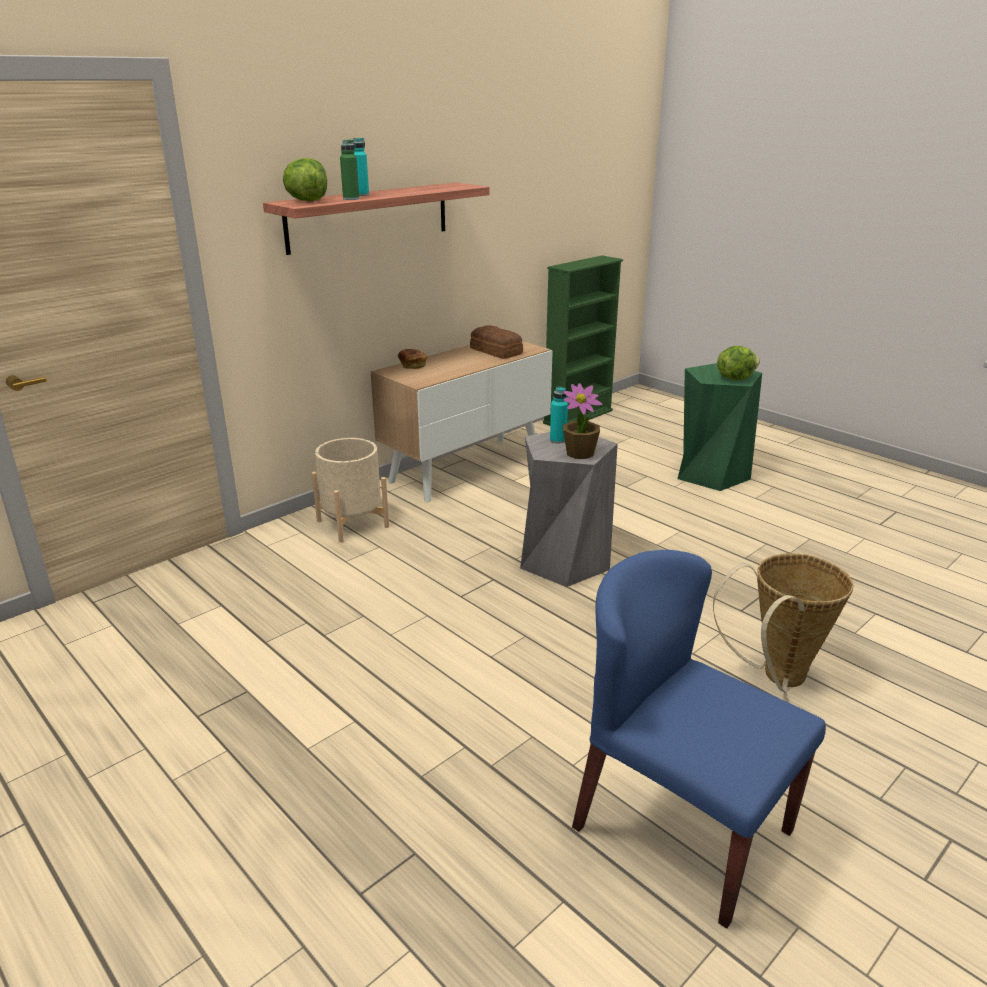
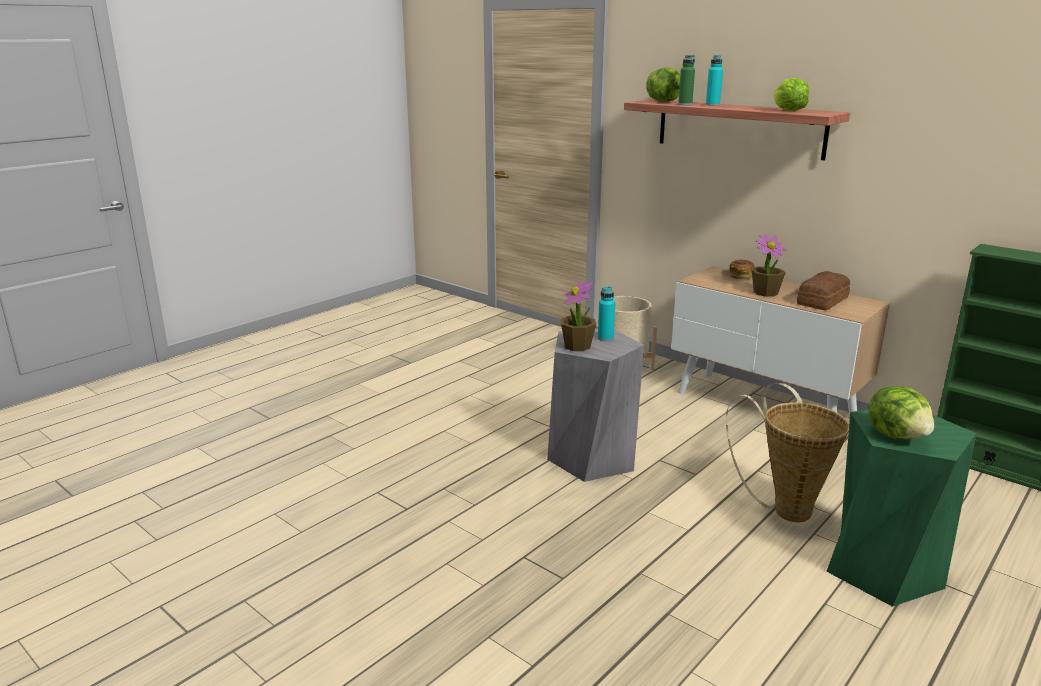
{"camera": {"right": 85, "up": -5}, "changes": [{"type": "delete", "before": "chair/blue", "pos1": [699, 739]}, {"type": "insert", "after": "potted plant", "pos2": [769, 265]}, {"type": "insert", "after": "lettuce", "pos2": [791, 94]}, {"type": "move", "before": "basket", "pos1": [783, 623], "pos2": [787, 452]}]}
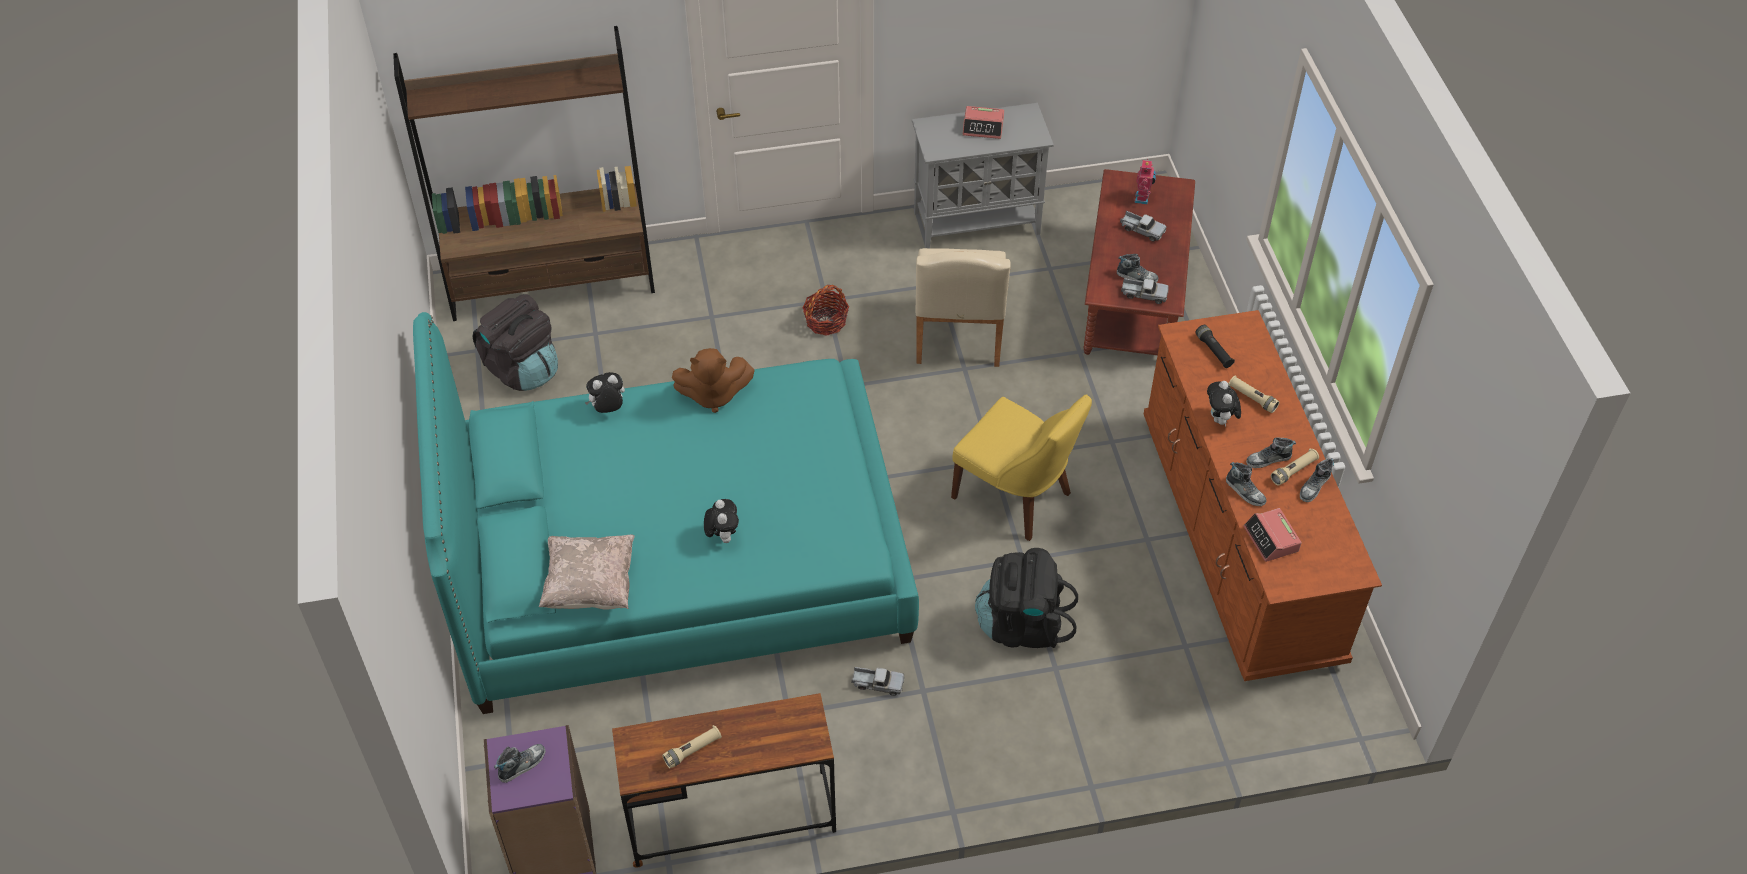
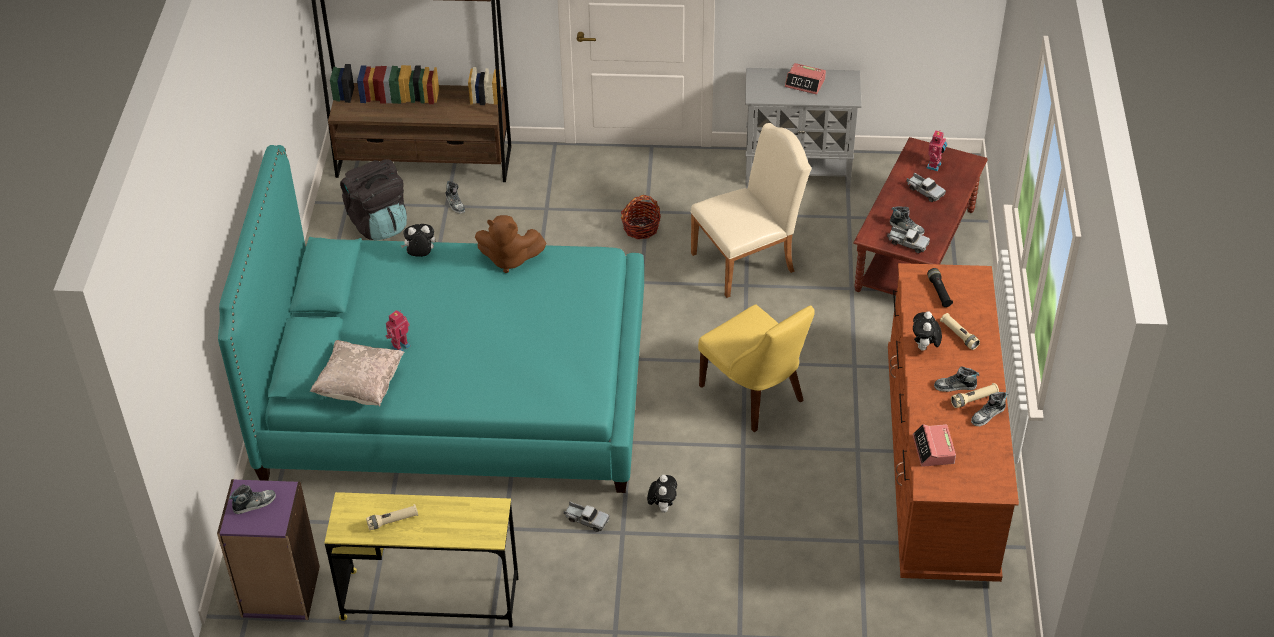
{"camera": {"right": 15, "up": -5}, "changes": [{"type": "delete", "before": "backpack/black", "pos1": [1026, 598]}, {"type": "insert", "after": "toy robot", "pos2": [397, 330]}, {"type": "move", "before": "plush toy", "pos1": [721, 521], "pos2": [662, 494]}, {"type": "move", "before": "shoe", "pos1": [1246, 484], "pos2": [455, 197]}, {"type": "recolor", "before": "desk/brown", "after": "desk/yellow", "pos1": [724, 780], "pos2": [421, 559]}, {"type": "rotate", "before": "chair/beige", "pos1": [963, 307], "pos2": [751, 210], "turn": -135}]}
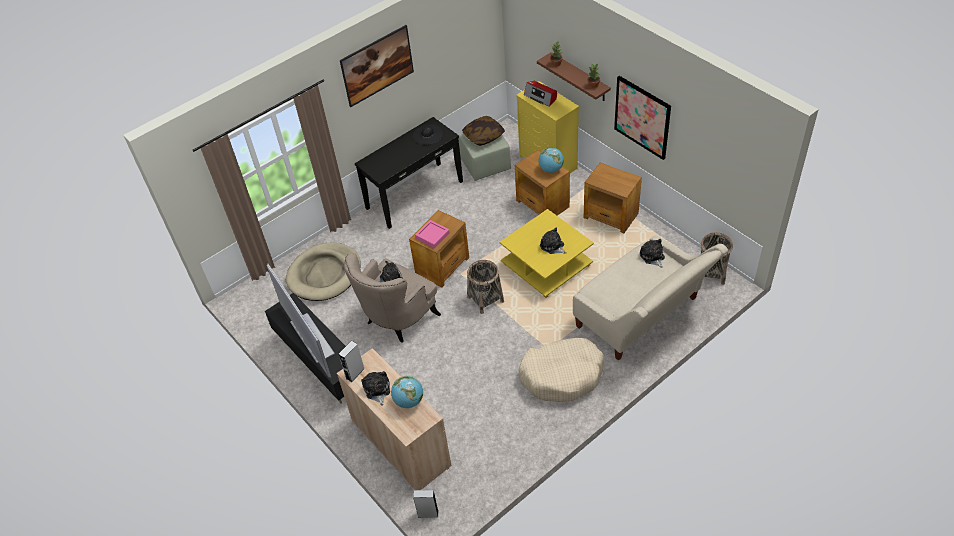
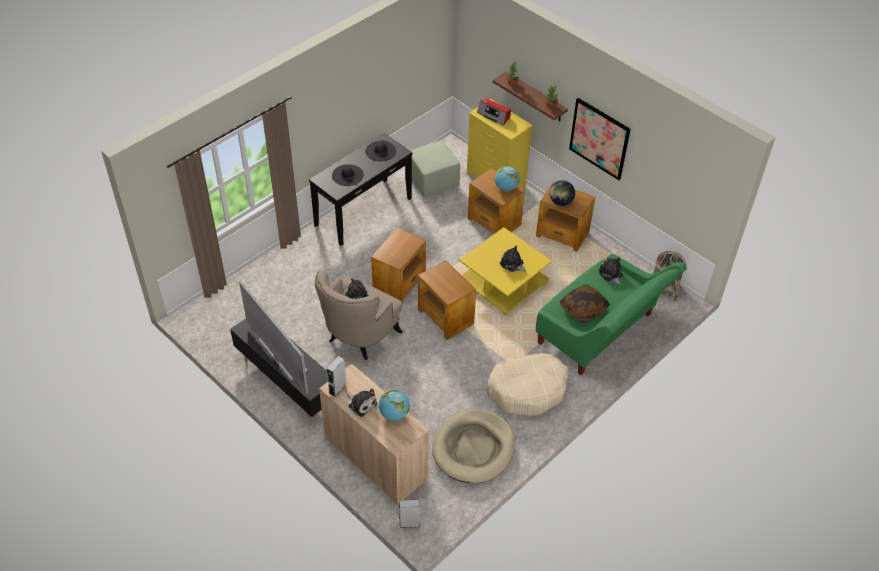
{"camera": {"right": -10, "up": 0}, "changes": [{"type": "delete", "before": "picture", "pos1": [377, 66]}, {"type": "delete", "before": "tray/pink", "pos1": [432, 234]}, {"type": "insert", "after": "hat/black", "pos2": [348, 175]}, {"type": "insert", "after": "globe", "pos2": [562, 193]}, {"type": "move", "before": "dog bed/beige", "pos1": [323, 272], "pos2": [473, 446]}, {"type": "move", "before": "pillow", "pos1": [483, 131], "pos2": [585, 303]}, {"type": "replace", "before": "basket", "after": "side table/brown", "pos1": [485, 287], "pos2": [447, 300]}, {"type": "recolor", "before": "sofa/beige", "after": "sofa/green", "pos1": [650, 298], "pos2": [611, 314]}, {"type": "rotate", "before": "plush toy", "pos1": [375, 388], "pos2": [362, 403], "turn": 150}]}
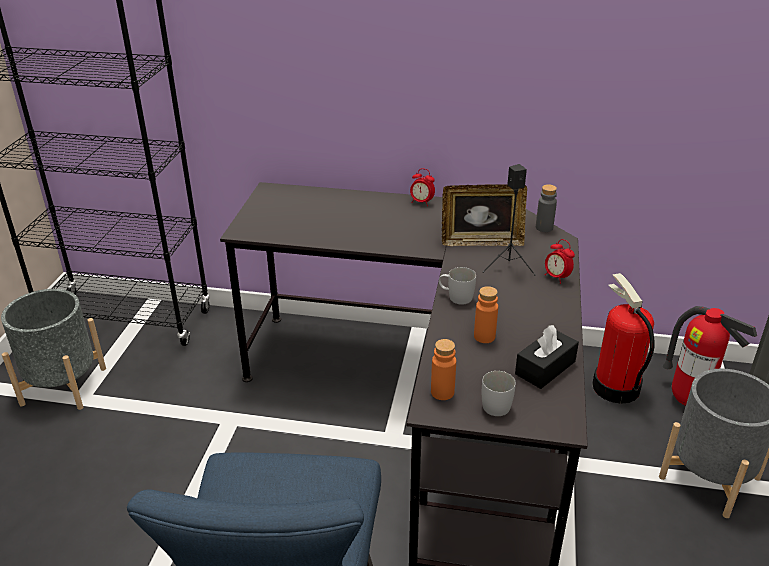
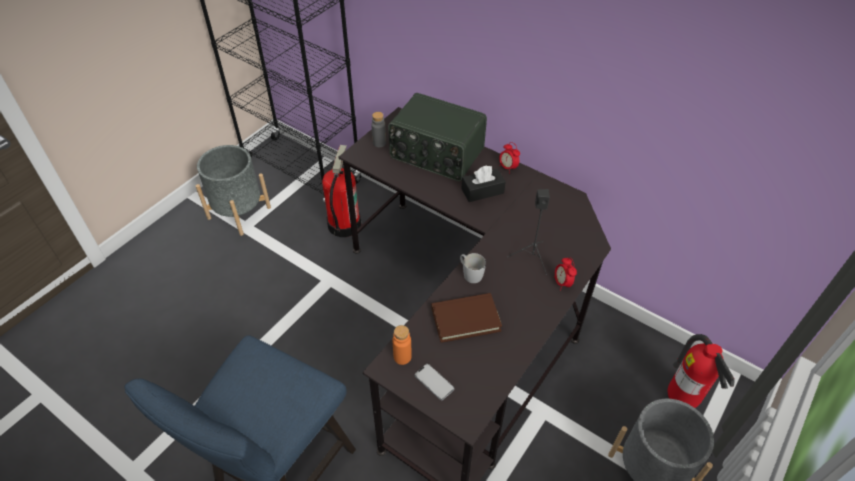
{"camera": {"right": 25, "up": 15}, "changes": [{"type": "delete", "before": "picture frame", "pos1": [484, 215]}, {"type": "insert", "after": "radio", "pos2": [437, 137]}, {"type": "move", "before": "tissue box/black", "pos1": [547, 357], "pos2": [484, 184]}, {"type": "move", "before": "bottle/grey", "pos1": [546, 208], "pos2": [378, 129]}, {"type": "move", "before": "fire extinguisher", "pos1": [623, 338], "pos2": [341, 191]}, {"type": "replace", "before": "bottle/orange", "after": "book/brown", "pos1": [486, 314], "pos2": [466, 318]}, {"type": "replace", "before": "mug/white", "after": "phone", "pos1": [499, 393], "pos2": [434, 382]}]}
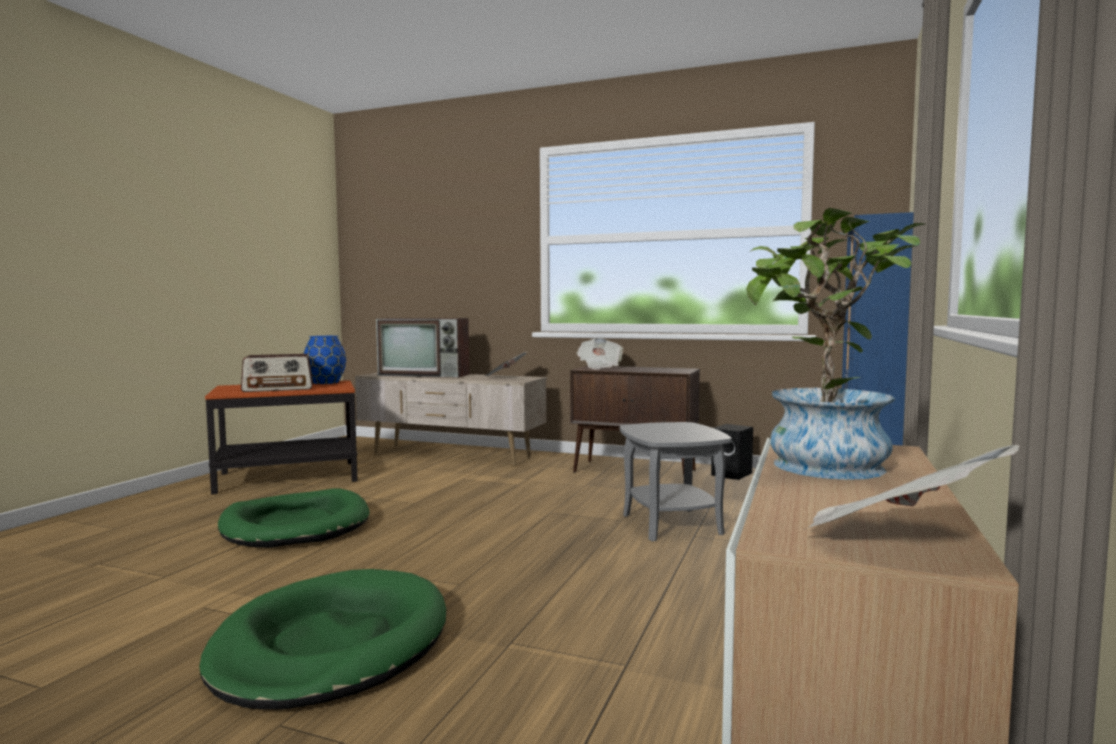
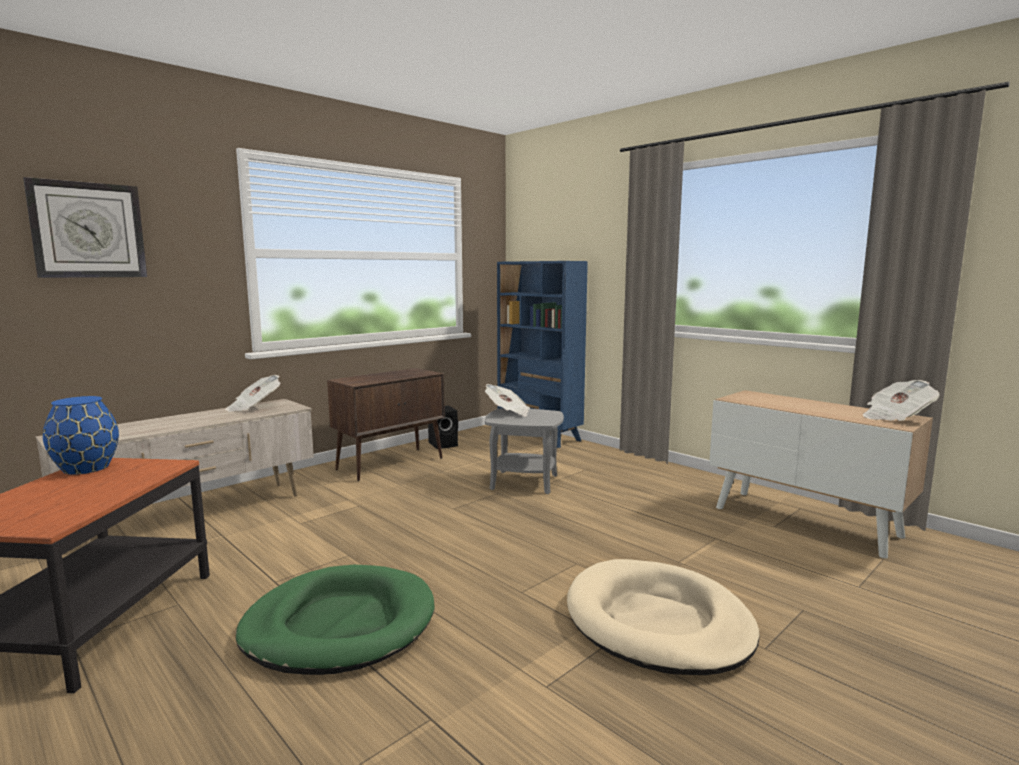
{"camera": {"right": -65, "up": 5}, "changes": [{"type": "delete", "before": "radio", "pos1": [277, 373]}, {"type": "delete", "before": "television", "pos1": [422, 348]}, {"type": "delete", "before": "potted plant", "pos1": [836, 344]}, {"type": "insert", "after": "wall clock", "pos2": [85, 227]}, {"type": "move", "before": "newspaper", "pos1": [599, 353], "pos2": [507, 400]}, {"type": "recolor", "before": "dog bed/green", "after": "dog bed/beige", "pos1": [322, 639], "pos2": [663, 617]}]}
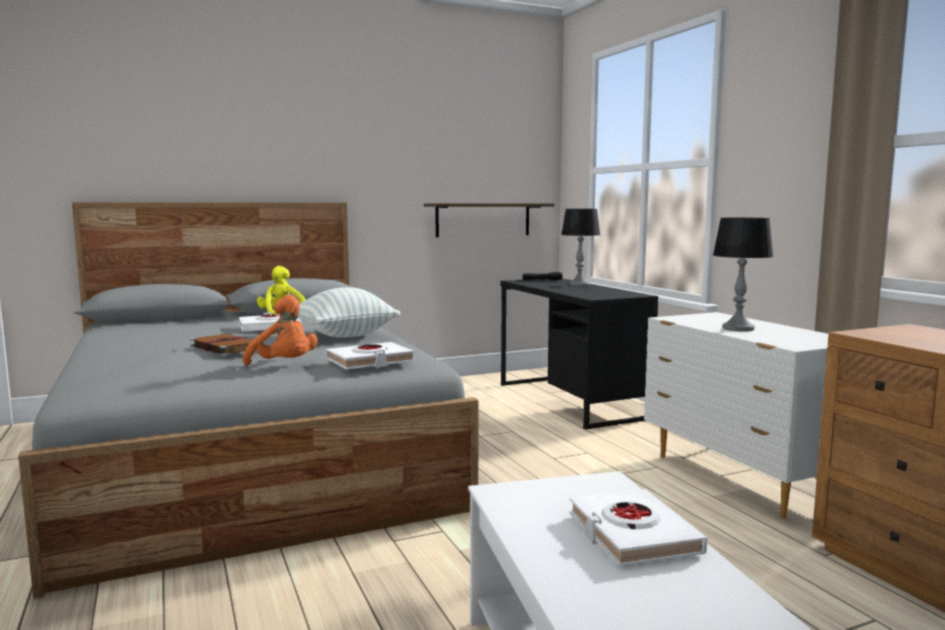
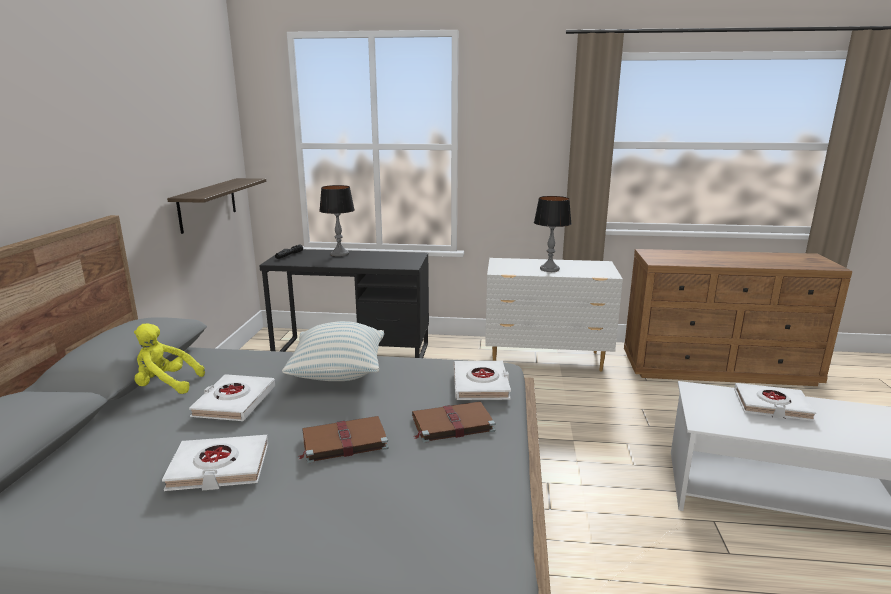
{"camera": {"right": -60, "up": 10}, "changes": [{"type": "insert", "after": "book/white", "pos2": [215, 463]}, {"type": "replace", "before": "plush toy/orange", "after": "book/brown", "pos1": [280, 330], "pos2": [454, 422]}]}
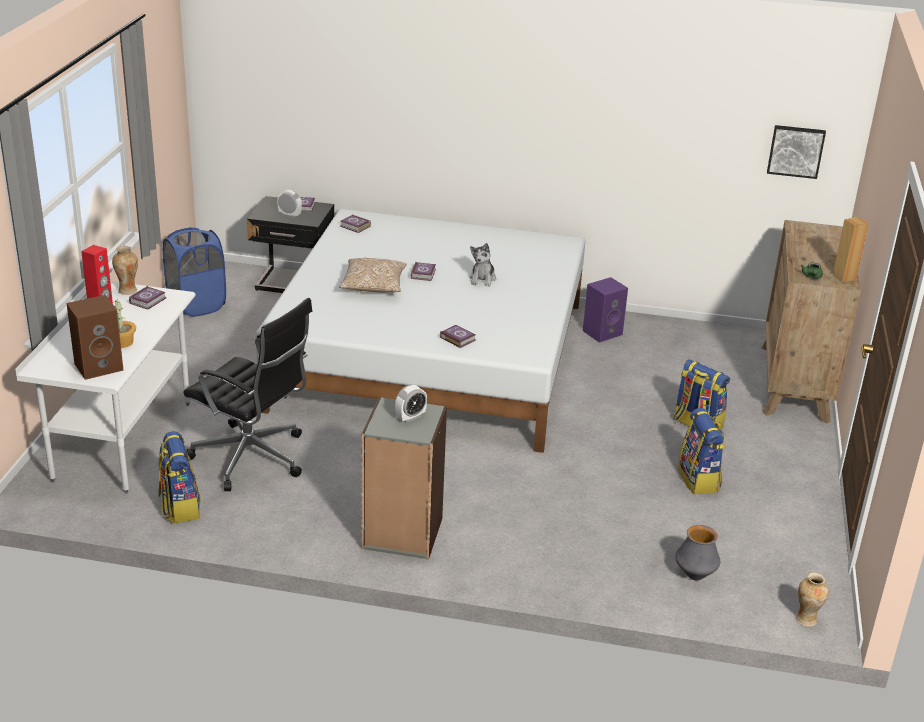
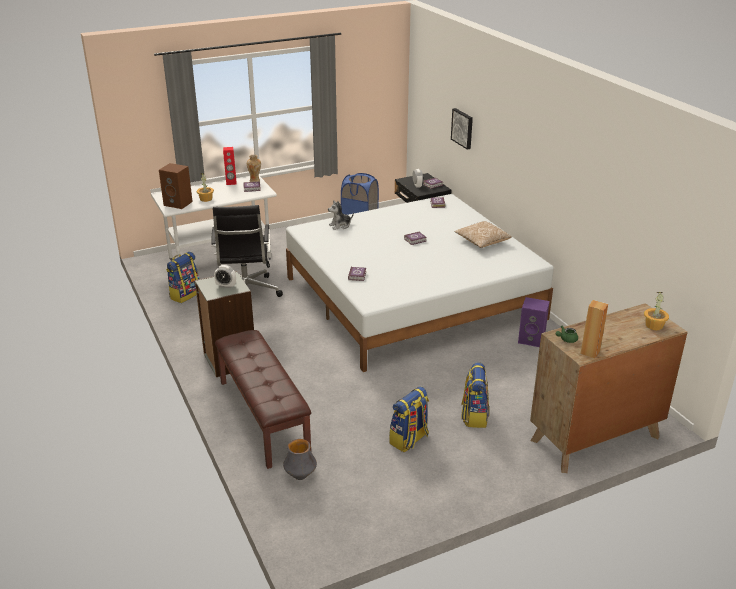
{"camera": {"right": 55, "up": 0}, "changes": [{"type": "delete", "before": "vase", "pos1": [812, 599]}, {"type": "insert", "after": "bench/brown", "pos2": [263, 399]}, {"type": "insert", "after": "potted plant", "pos2": [656, 311]}, {"type": "move", "before": "pillow", "pos1": [373, 275], "pos2": [483, 234]}, {"type": "move", "before": "plush toy", "pos1": [483, 265], "pos2": [341, 215]}, {"type": "move", "before": "picture", "pos1": [796, 152], "pos2": [462, 129]}]}
